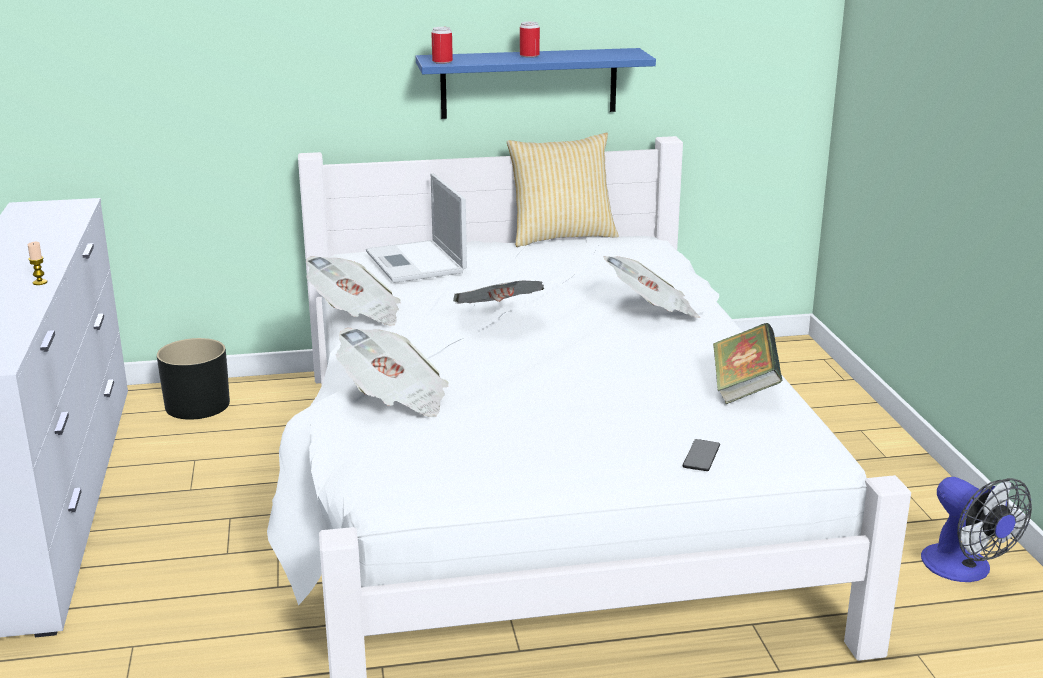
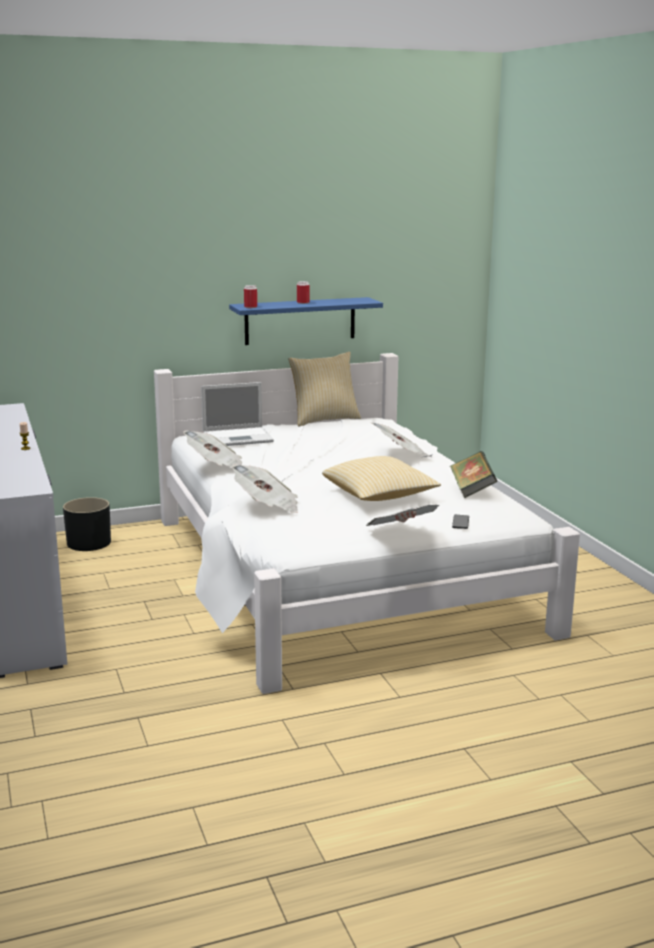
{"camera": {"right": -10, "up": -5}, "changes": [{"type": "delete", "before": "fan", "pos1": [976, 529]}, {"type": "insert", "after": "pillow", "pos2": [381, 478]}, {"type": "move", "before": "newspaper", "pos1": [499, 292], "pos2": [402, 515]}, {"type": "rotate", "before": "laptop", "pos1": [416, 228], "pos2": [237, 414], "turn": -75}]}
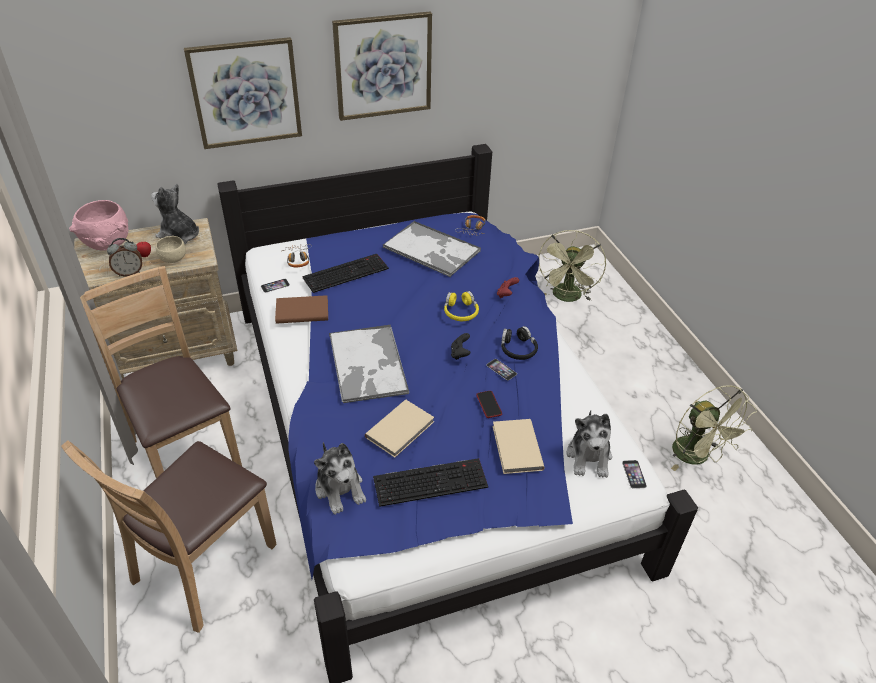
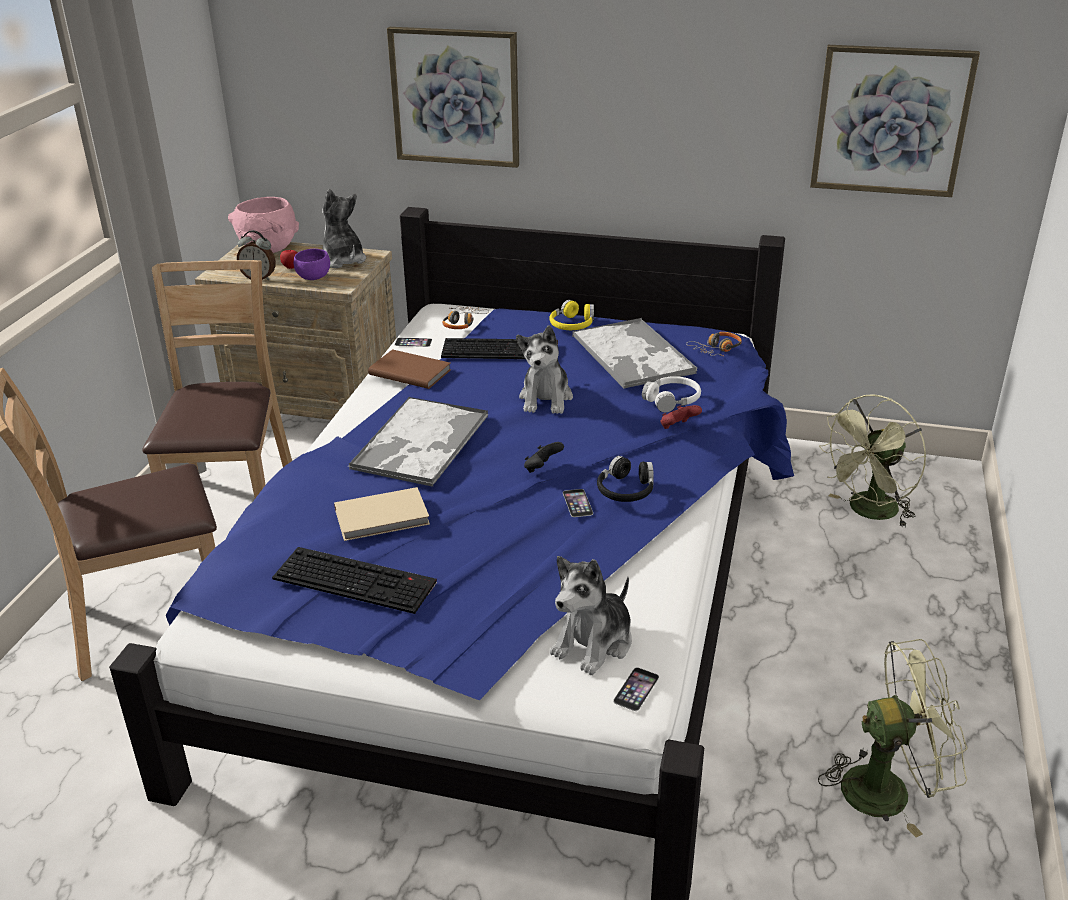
{"camera": {"right": 35, "up": -10}, "changes": [{"type": "delete", "before": "phone", "pos1": [489, 404]}, {"type": "delete", "before": "book/beige", "pos1": [519, 446]}, {"type": "insert", "after": "headphones/white", "pos2": [671, 394]}, {"type": "move", "before": "plush toy", "pos1": [340, 478], "pos2": [544, 369]}, {"type": "move", "before": "picture", "pos1": [382, 66], "pos2": [895, 121]}, {"type": "move", "before": "headphones/yellow", "pos1": [461, 306], "pos2": [572, 315]}, {"type": "recolor", "before": "bowl/beige", "after": "bowl/purple", "pos1": [170, 249], "pos2": [312, 264]}, {"type": "rotate", "before": "fan/green", "pos1": [714, 428], "pos2": [893, 738], "turn": -105}]}
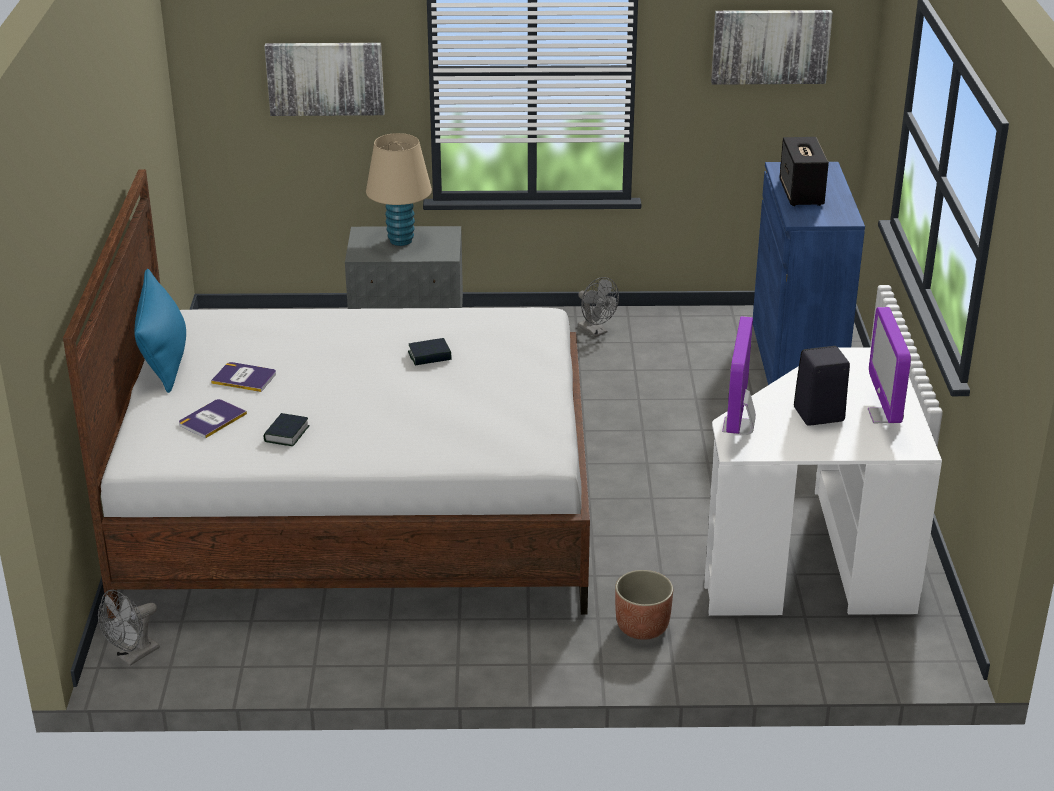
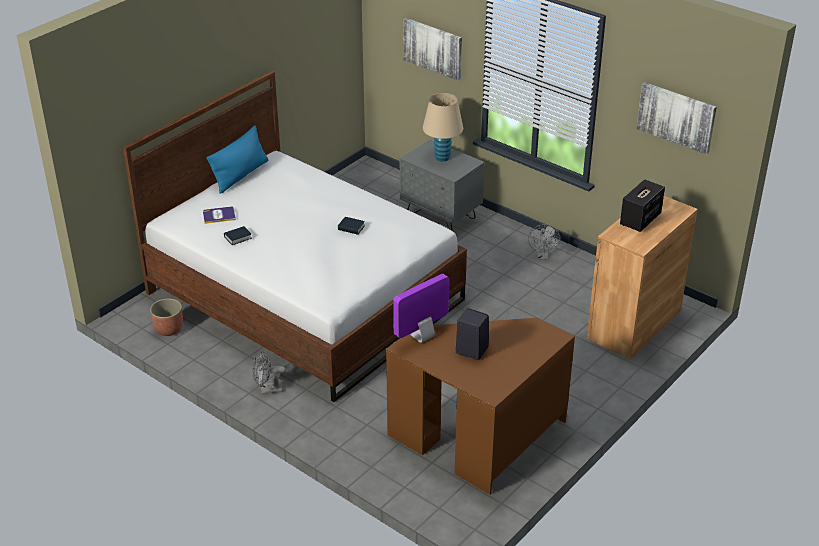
{"camera": {"right": 40, "up": 5}, "changes": [{"type": "delete", "before": "book", "pos1": [243, 377]}, {"type": "delete", "before": "monitor", "pos1": [889, 365]}, {"type": "move", "before": "fan/grey", "pos1": [129, 628], "pos2": [269, 372]}, {"type": "move", "before": "planter", "pos1": [644, 605], "pos2": [166, 317]}, {"type": "recolor", "before": "desk/white", "after": "desk/brown", "pos1": [823, 481], "pos2": [480, 406]}, {"type": "recolor", "before": "cabinet/blue", "after": "cabinet/brown", "pos1": [809, 273], "pos2": [642, 277]}]}
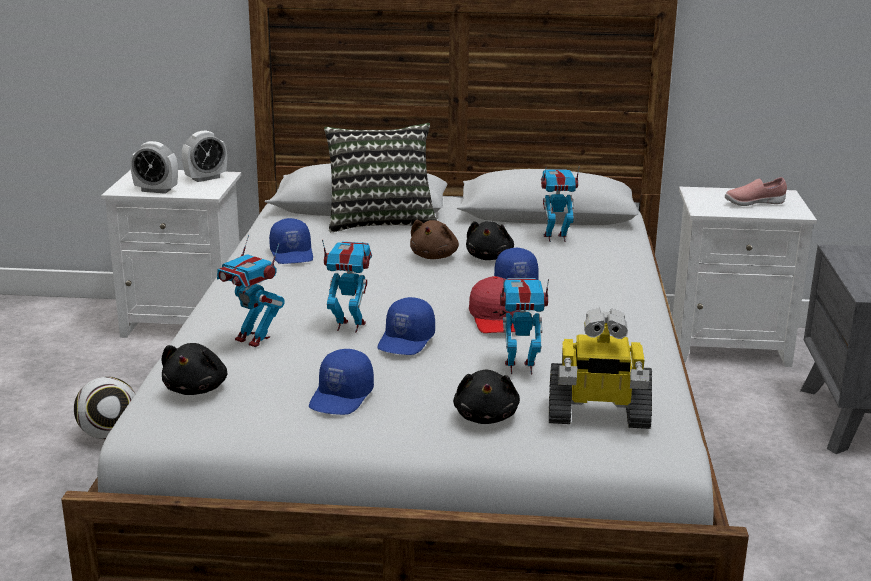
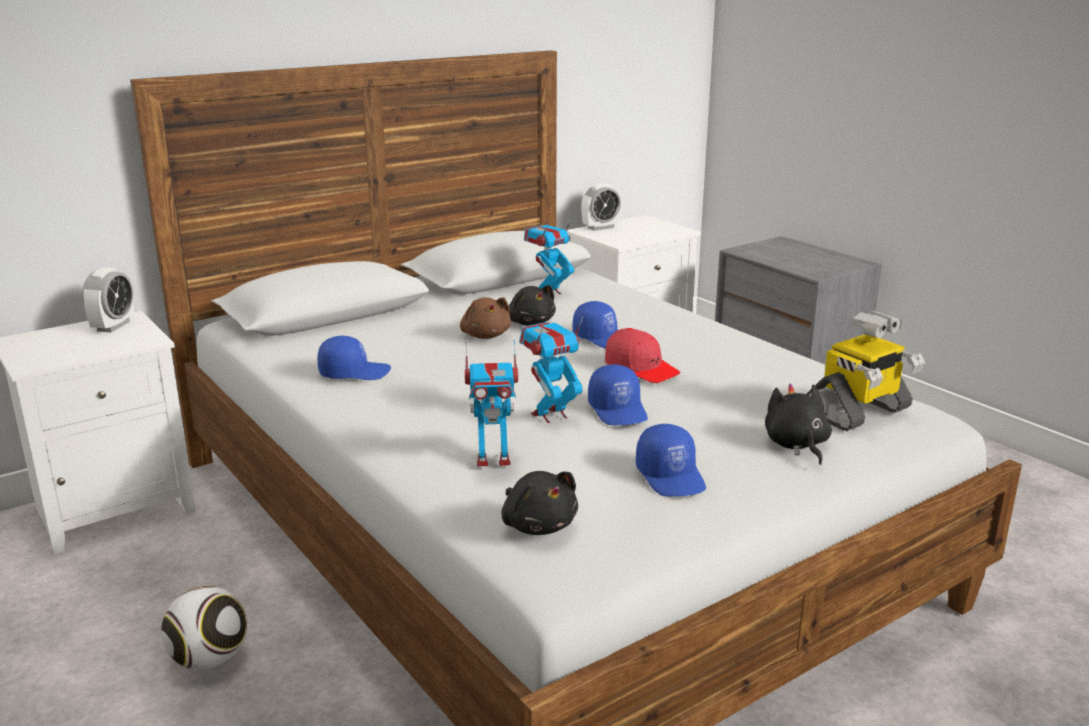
{"camera": {"right": -40, "up": 0}, "changes": [{"type": "delete", "before": "pillow", "pos1": [380, 177]}, {"type": "delete", "before": "toy robot", "pos1": [524, 326]}, {"type": "delete", "before": "shoe/pink", "pos1": [756, 191]}, {"type": "move", "before": "alarm clock", "pos1": [154, 167], "pos2": [601, 207]}, {"type": "rotate", "before": "cap/blue", "pos1": [291, 241], "pos2": [354, 358], "turn": -45}, {"type": "rotate", "before": "plush toy/black", "pos1": [486, 397], "pos2": [798, 424], "turn": -150}]}
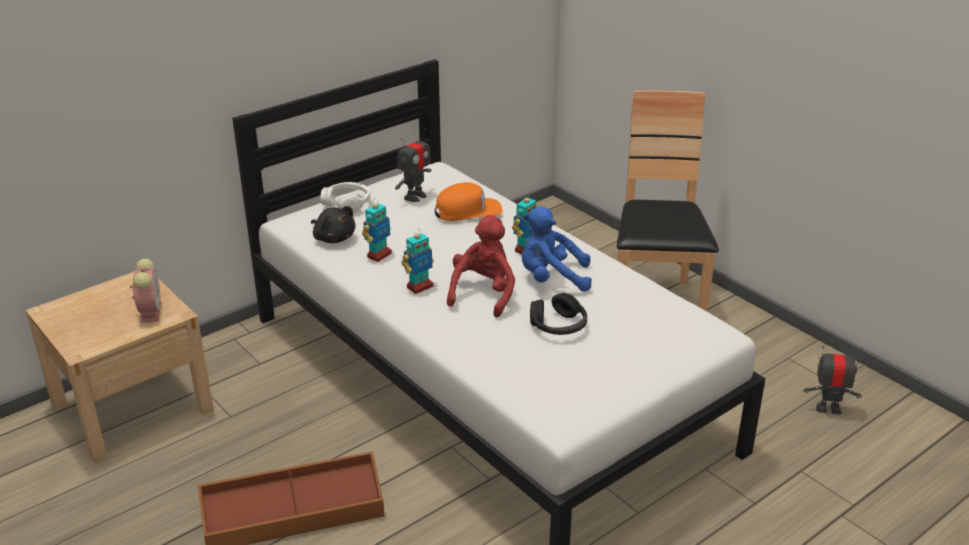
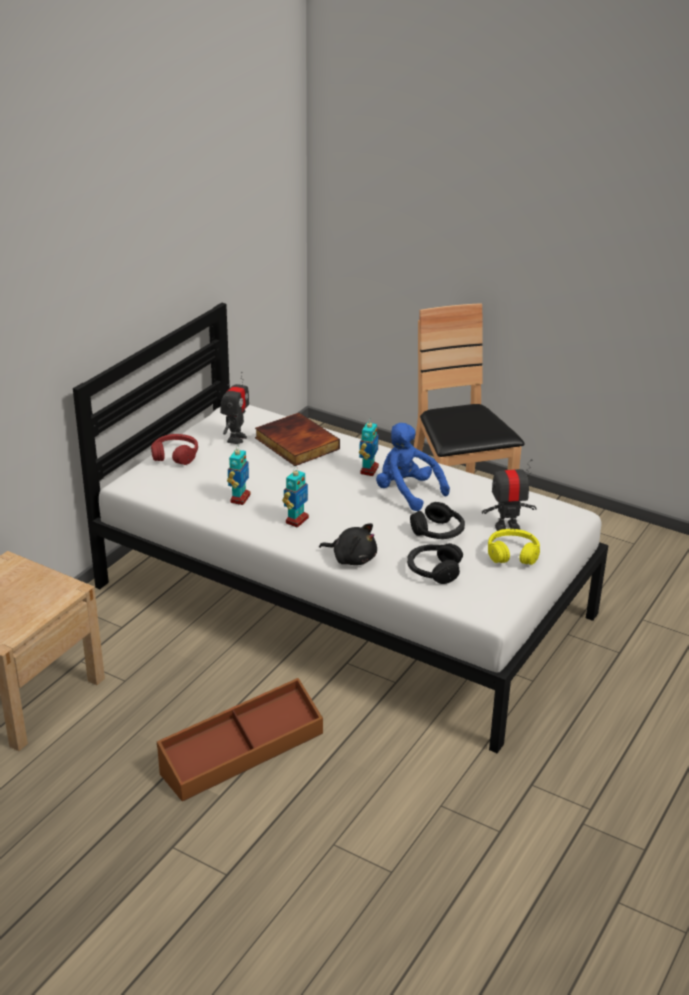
{"camera": {"right": -20, "up": 0}, "changes": [{"type": "delete", "before": "alarm clock", "pos1": [145, 290]}, {"type": "delete", "before": "plush toy/red", "pos1": [481, 266]}, {"type": "insert", "after": "headphones/black", "pos2": [435, 563]}, {"type": "insert", "after": "headphones/yellow", "pos2": [514, 547]}, {"type": "move", "before": "plush toy/black", "pos1": [333, 224], "pos2": [348, 544]}, {"type": "move", "before": "toy robot", "pos1": [833, 380], "pos2": [509, 495]}, {"type": "replace", "before": "cap/orange", "after": "book", "pos1": [469, 201], "pos2": [297, 439]}, {"type": "recolor", "before": "headphones/white", "after": "headphones/red", "pos1": [345, 197], "pos2": [174, 449]}, {"type": "rotate", "before": "plush toy/blue", "pos1": [557, 249], "pos2": [413, 467], "turn": 60}]}
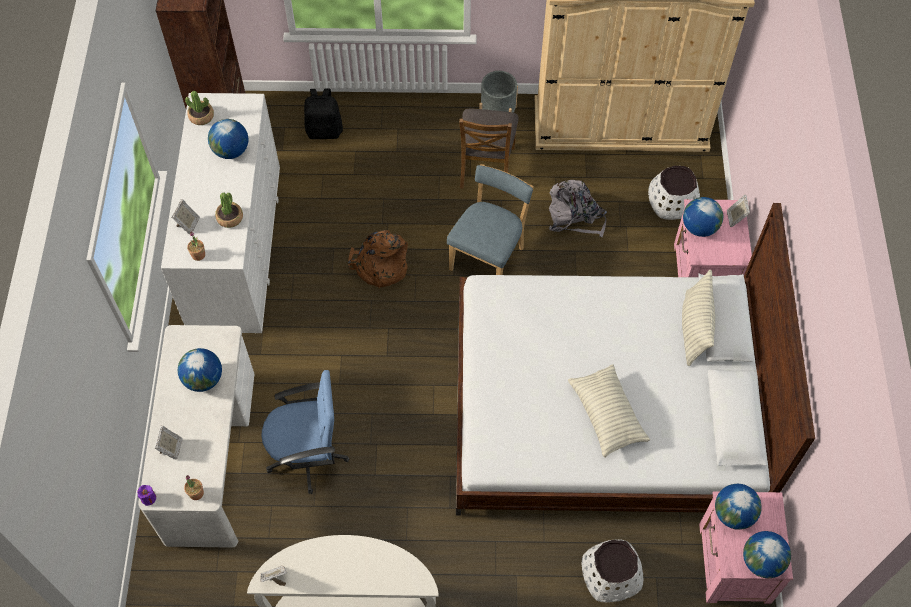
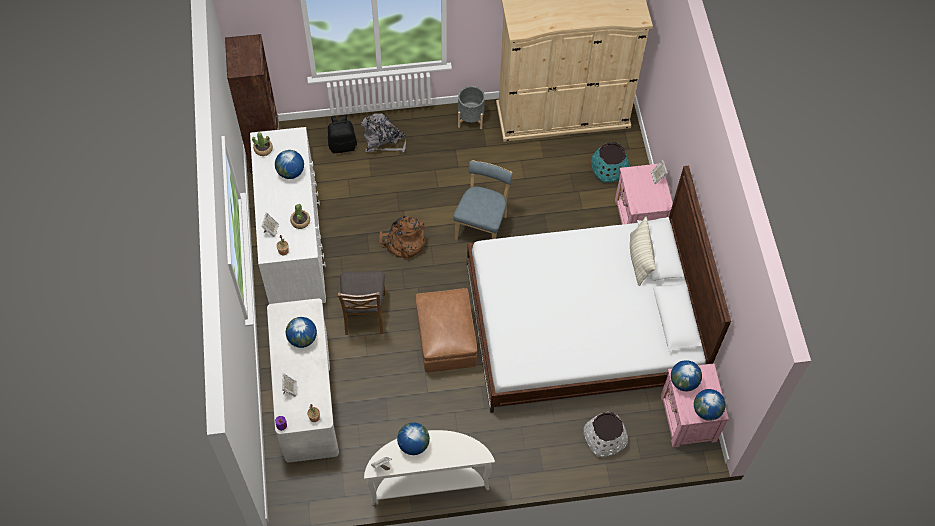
{"camera": {"right": -10, "up": 0}, "changes": [{"type": "delete", "before": "office chair/blue", "pos1": [305, 432]}, {"type": "delete", "before": "pillow", "pos1": [609, 411]}, {"type": "insert", "after": "ottoman/brown", "pos2": [446, 330]}, {"type": "move", "before": "chair/brown", "pos1": [489, 151], "pos2": [361, 303]}, {"type": "move", "before": "backpack/grey", "pos1": [578, 208], "pos2": [383, 132]}, {"type": "move", "before": "globe", "pos1": [703, 217], "pos2": [413, 439]}, {"type": "recolor", "before": "planter/white", "after": "planter/turquoise", "pos1": [674, 193], "pos2": [610, 162]}]}
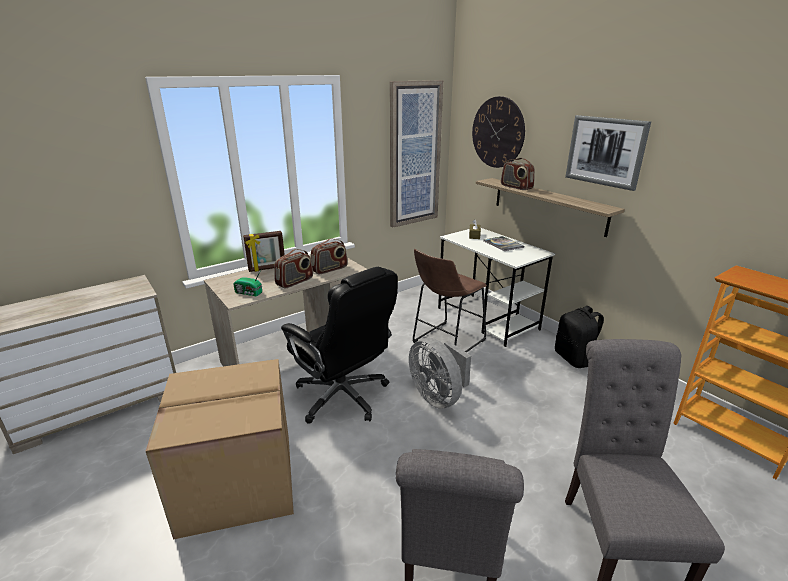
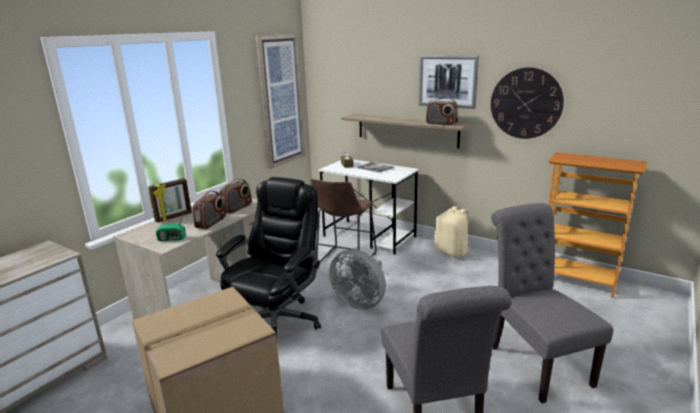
{"camera": {"right": -20, "up": -5}, "changes": [{"type": "move", "before": "wall clock", "pos1": [498, 132], "pos2": [527, 103]}, {"type": "move", "before": "radio", "pos1": [518, 174], "pos2": [442, 111]}, {"type": "recolor", "before": "backpack/black", "after": "backpack/beige", "pos1": [579, 337], "pos2": [452, 232]}, {"type": "rotate", "before": "office chair/black", "pos1": [339, 345], "pos2": [268, 257], "turn": -90}]}
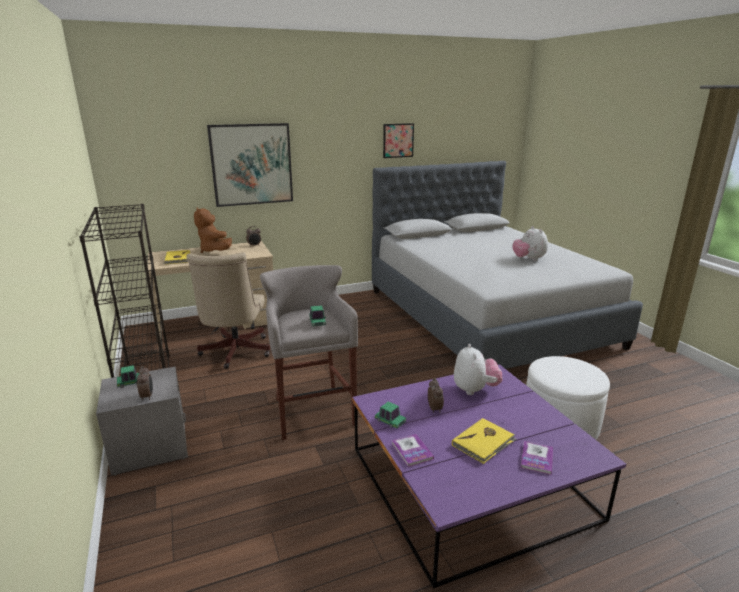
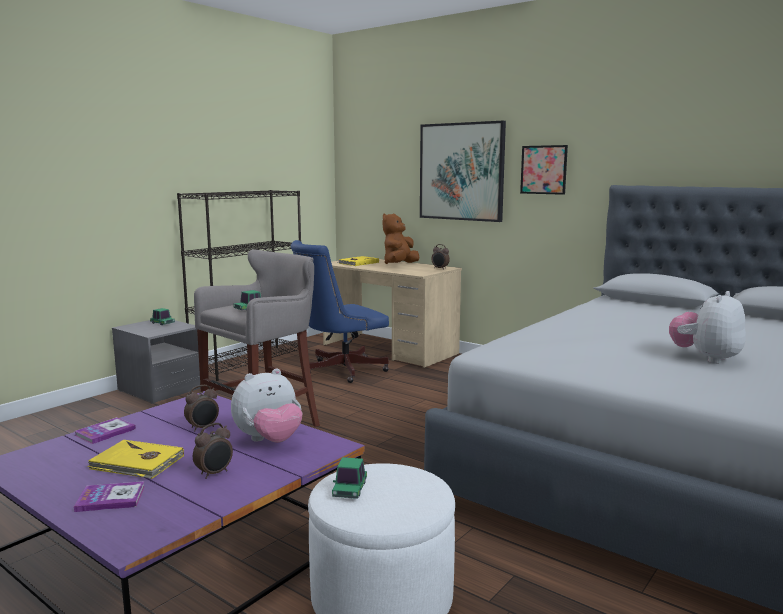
{"camera": {"right": 60, "up": -10}, "changes": [{"type": "move", "before": "alarm clock", "pos1": [145, 383], "pos2": [213, 451]}, {"type": "move", "before": "toy car", "pos1": [390, 415], "pos2": [349, 478]}, {"type": "move", "before": "picture", "pos1": [398, 140], "pos2": [544, 170]}, {"type": "recolor", "before": "office chair/beige", "after": "office chair/blue", "pos1": [228, 310], "pos2": [340, 311]}]}
